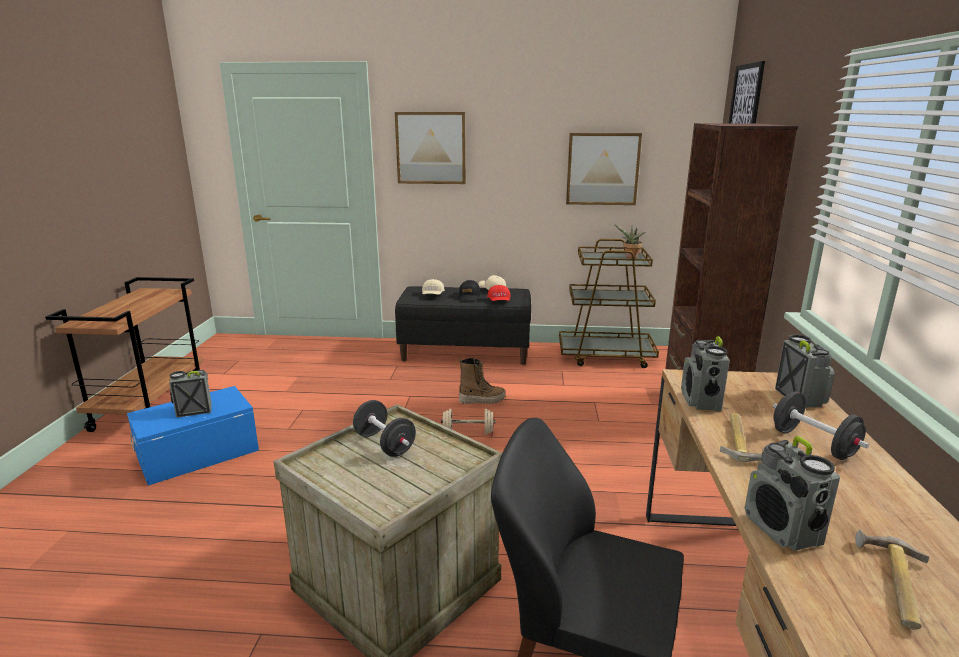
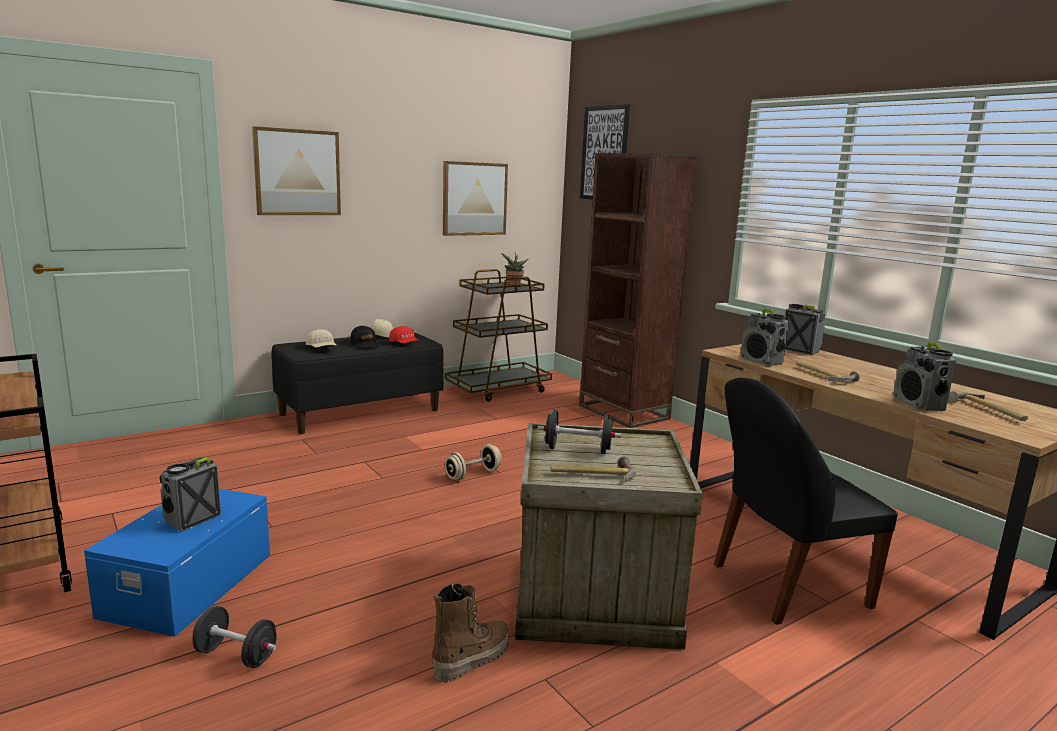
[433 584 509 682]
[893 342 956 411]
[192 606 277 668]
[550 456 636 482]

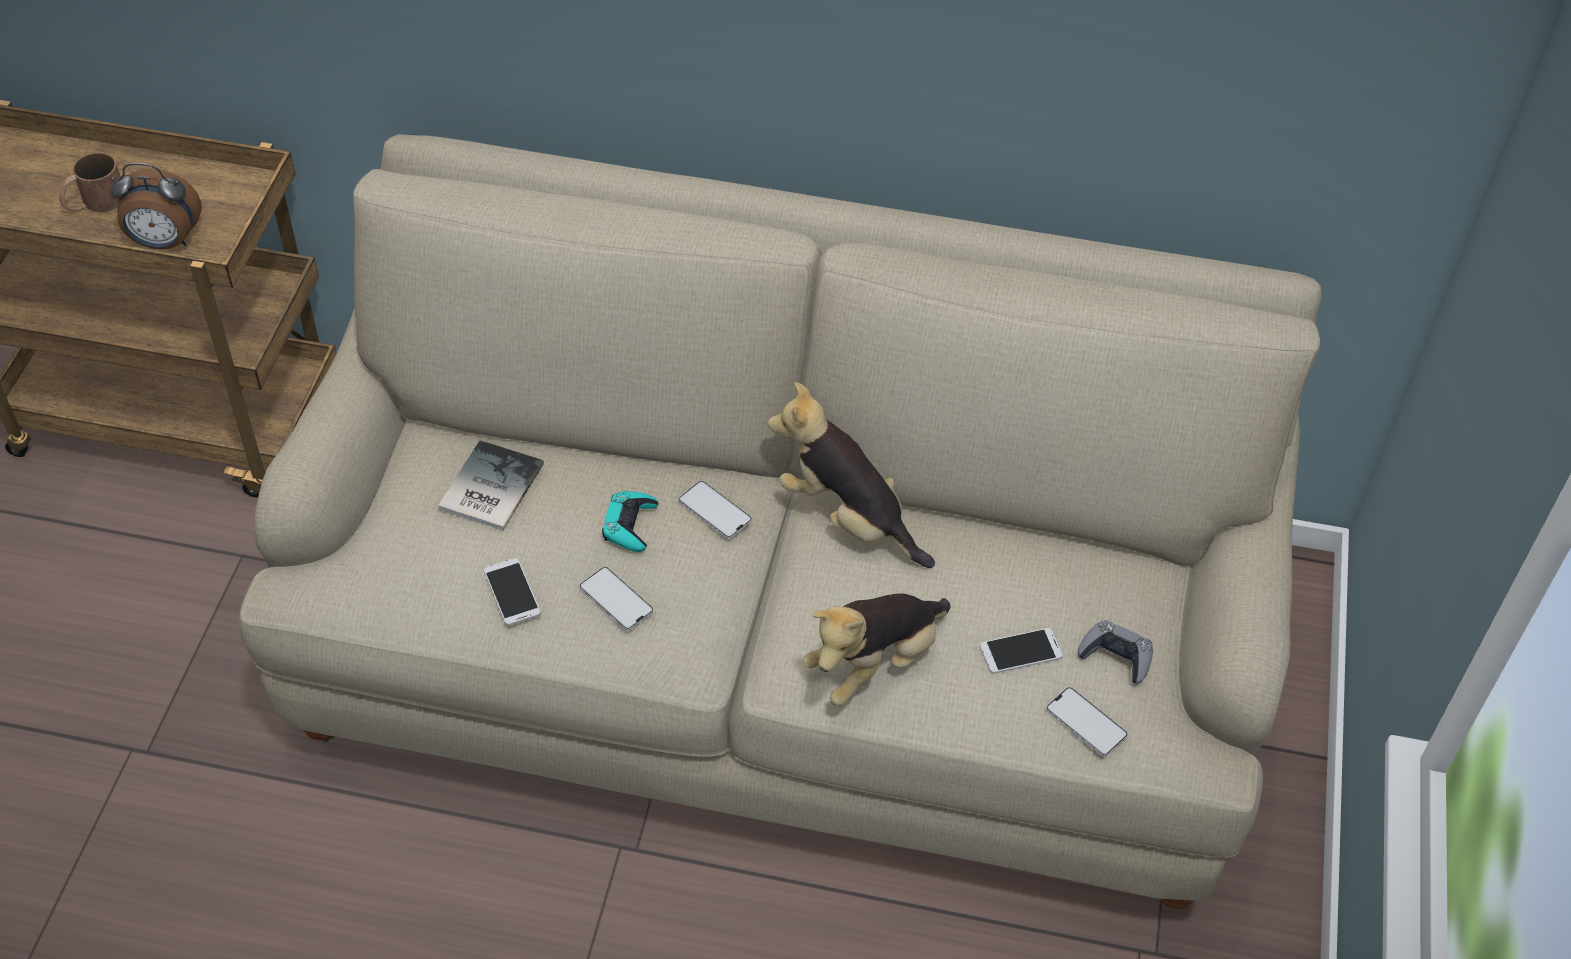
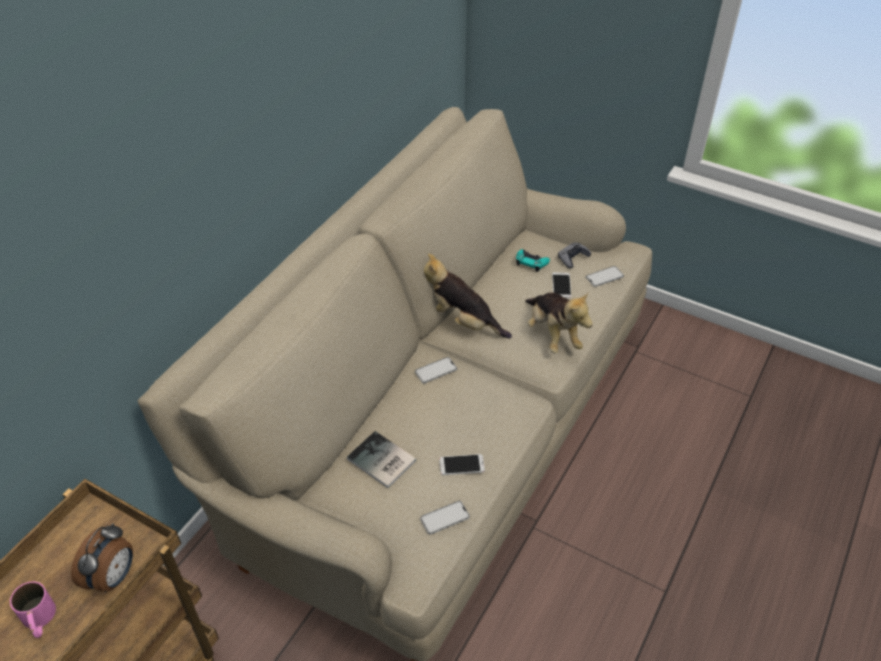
[10 581 56 638]
[420 501 470 535]
[516 249 550 272]
[424 254 512 339]

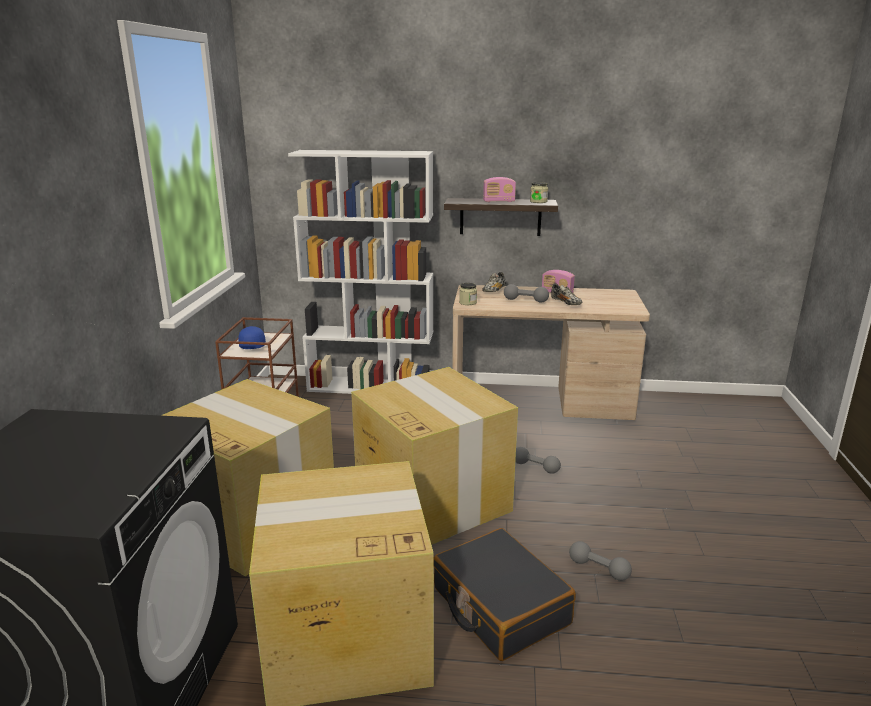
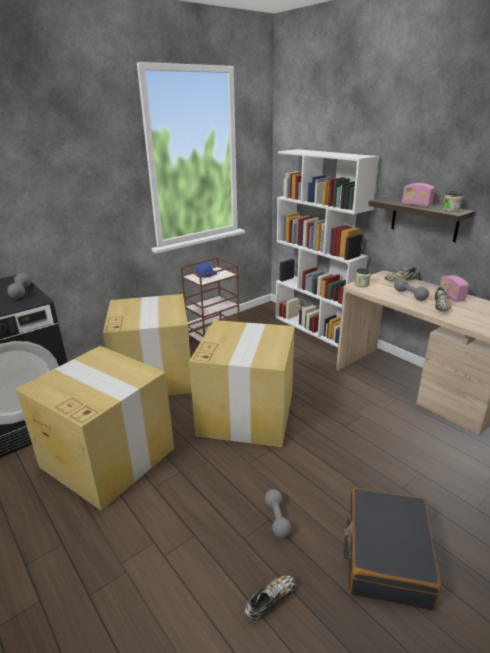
[344 488 441 611]
[7 273 31 299]
[245 575 296 621]

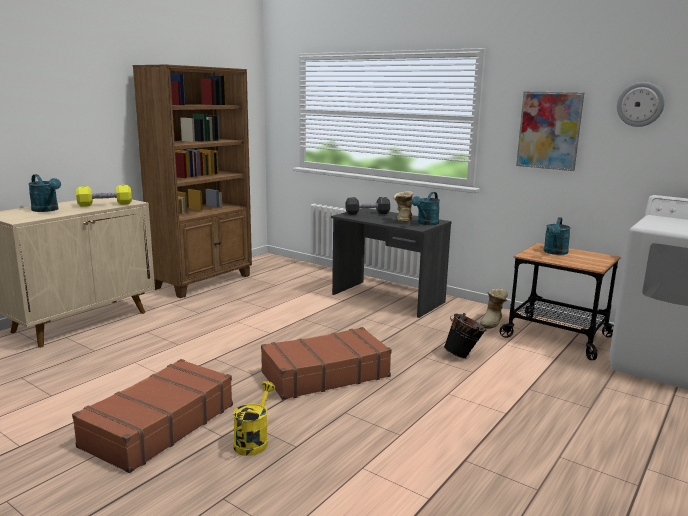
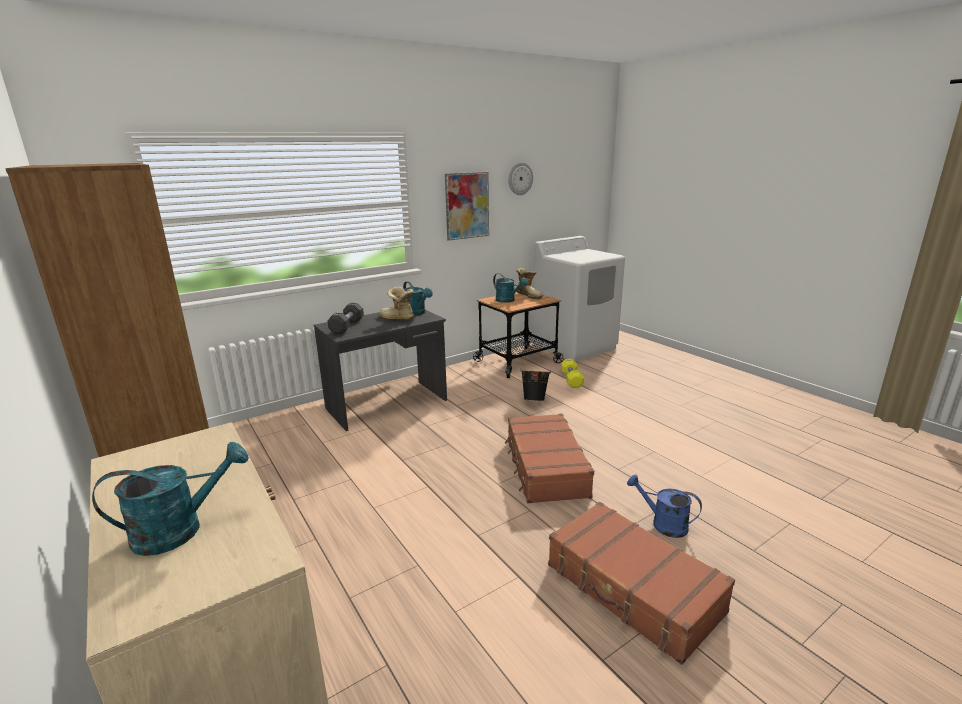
[561 359 584 388]
[627 474 702 538]
[516 268 543 299]

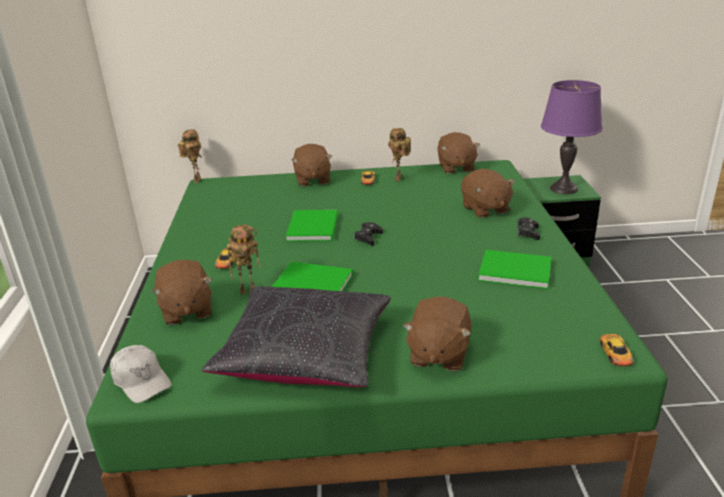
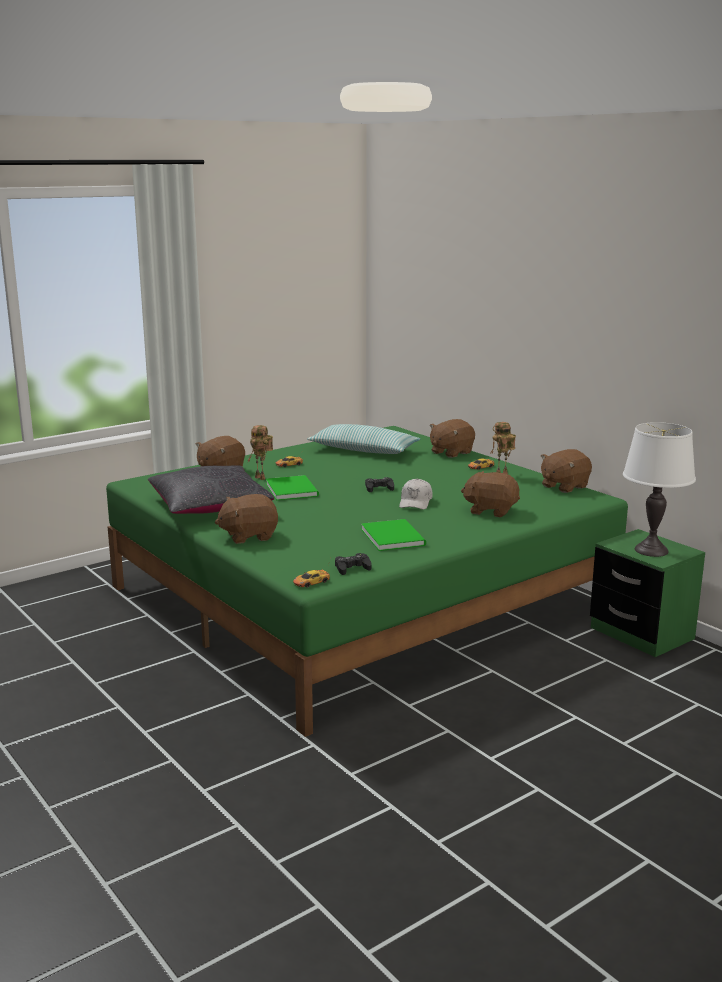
[399 478 433 509]
[178 129 201 183] (first image)
[286 210 338 241] (first image)
[461 471 520 517]
[335 553 372 575]
[623 422 696 557]
[307 424 420 454]

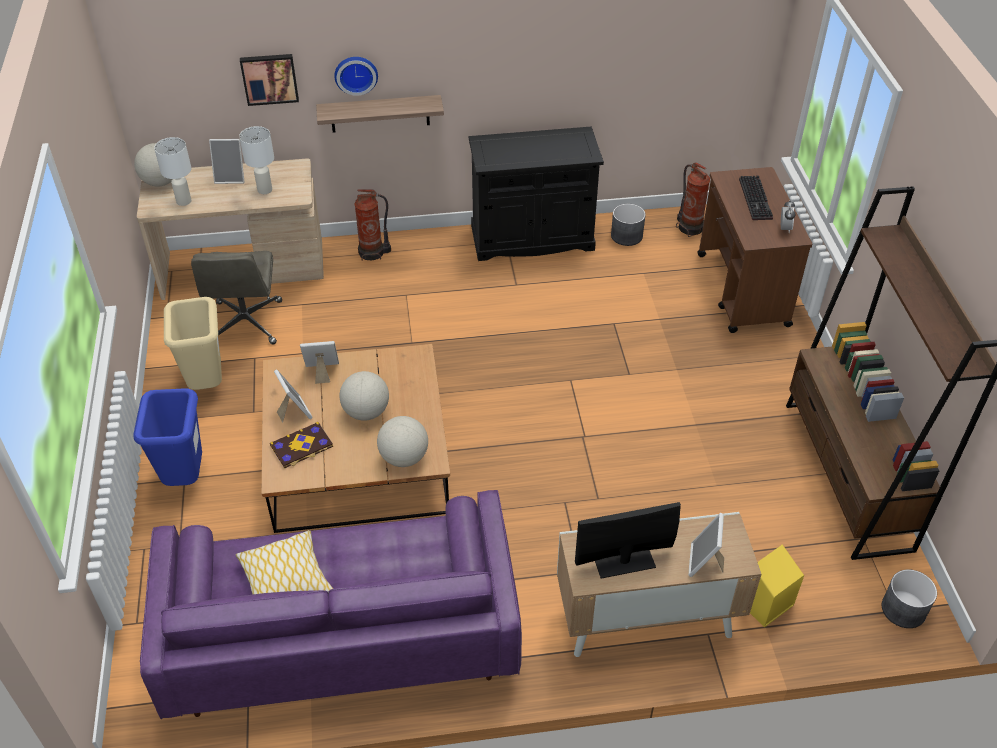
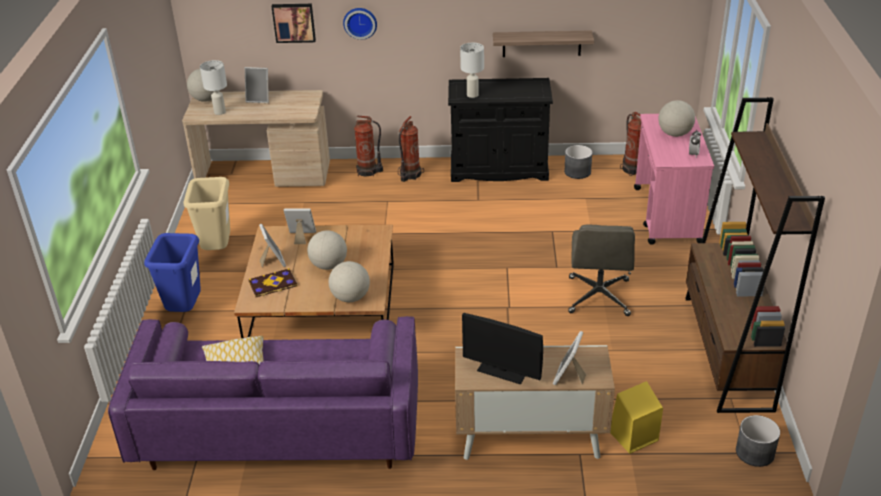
[568 225 635 316]
[460 43 484 98]
[493 30 594 57]
[462 313 543 385]
[634 114 714 245]
[658 100 695 137]
[398 116 424 182]

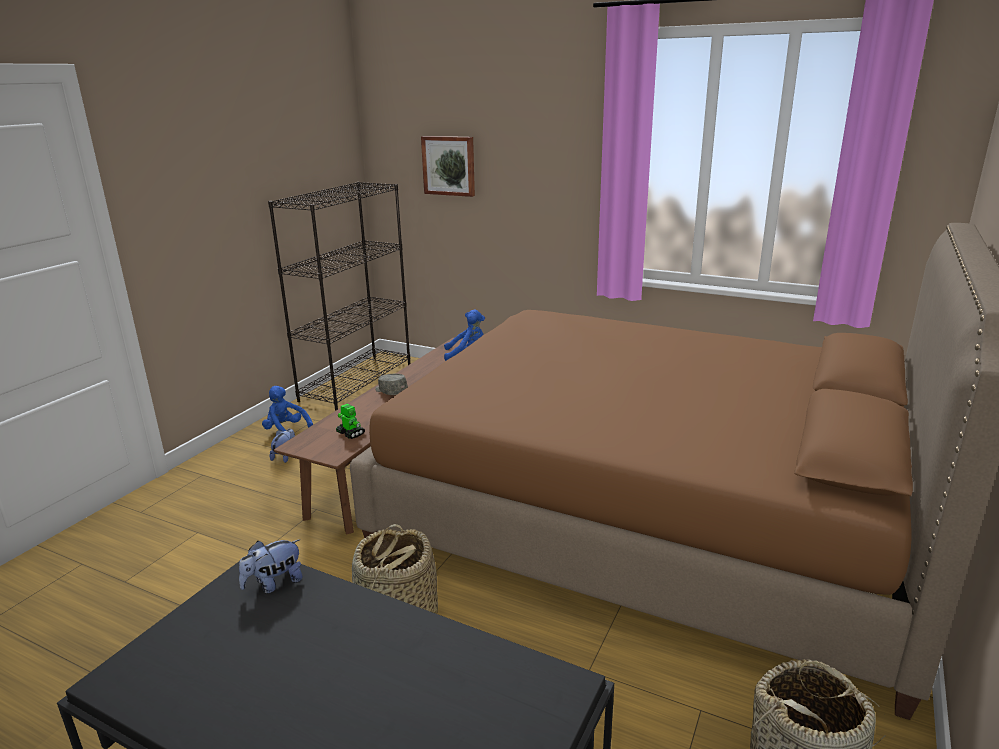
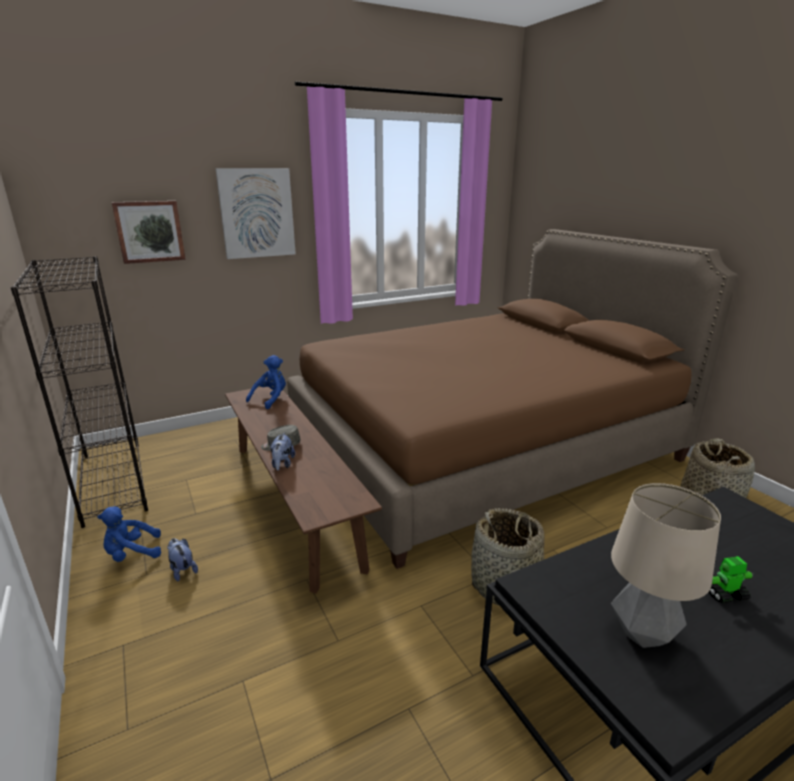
[270 432 295 471]
[708 556 753 603]
[215 168 296 259]
[611 483 721 648]

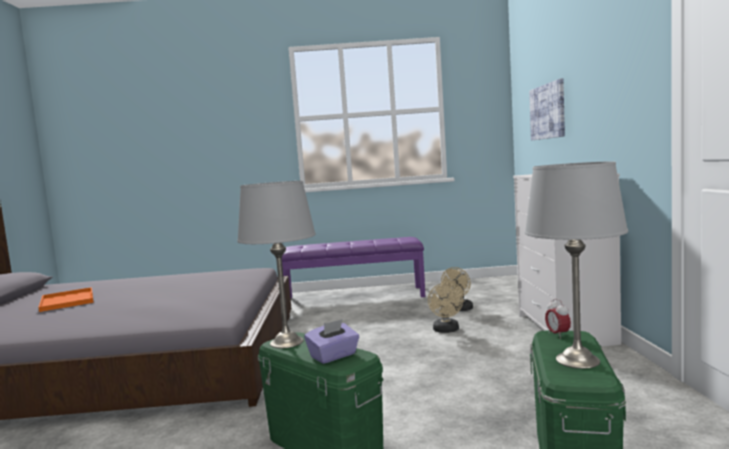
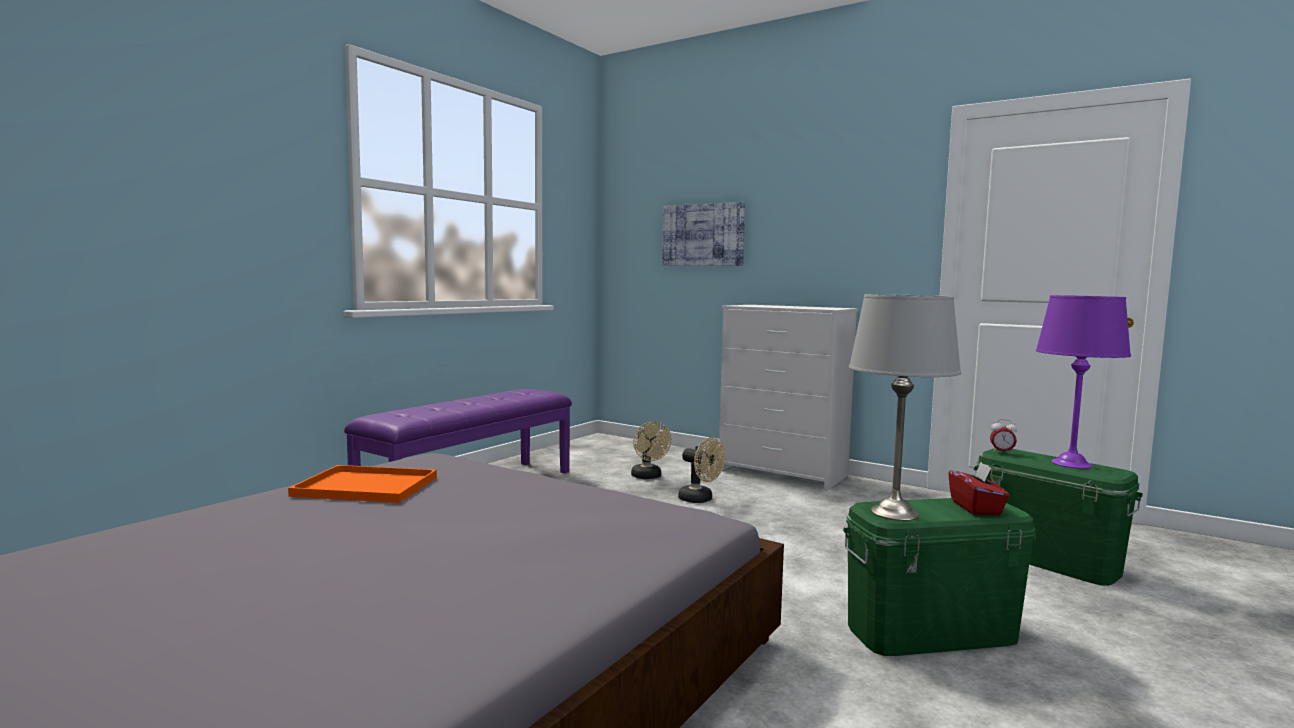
[288 465 437 503]
[948 462 1010 515]
[1036 295 1131 469]

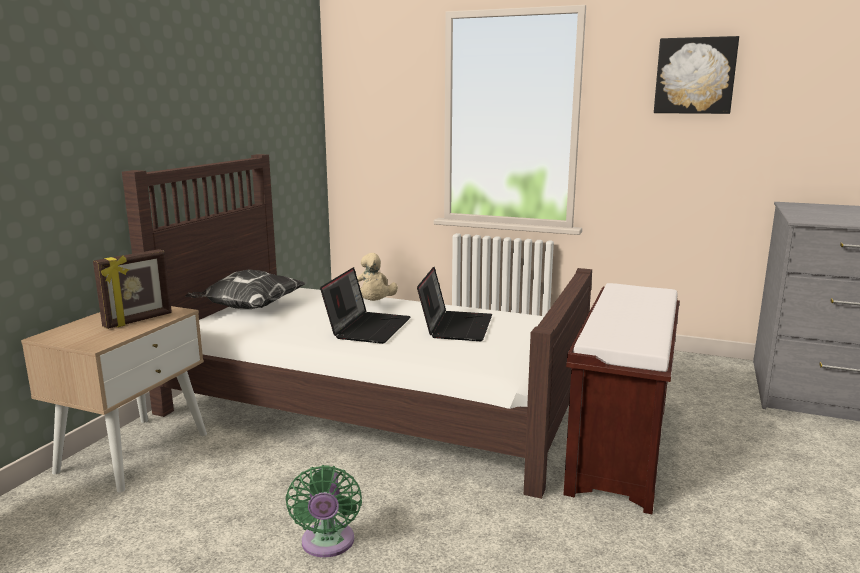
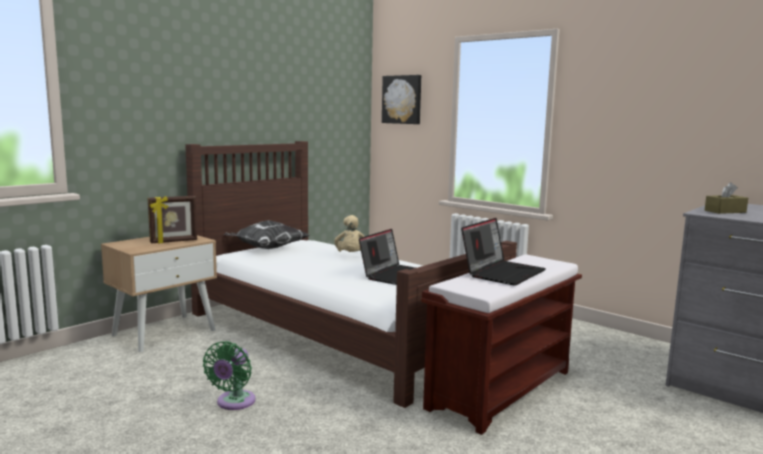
[461 218 546 286]
[382 75 421 124]
[705 182 748 214]

